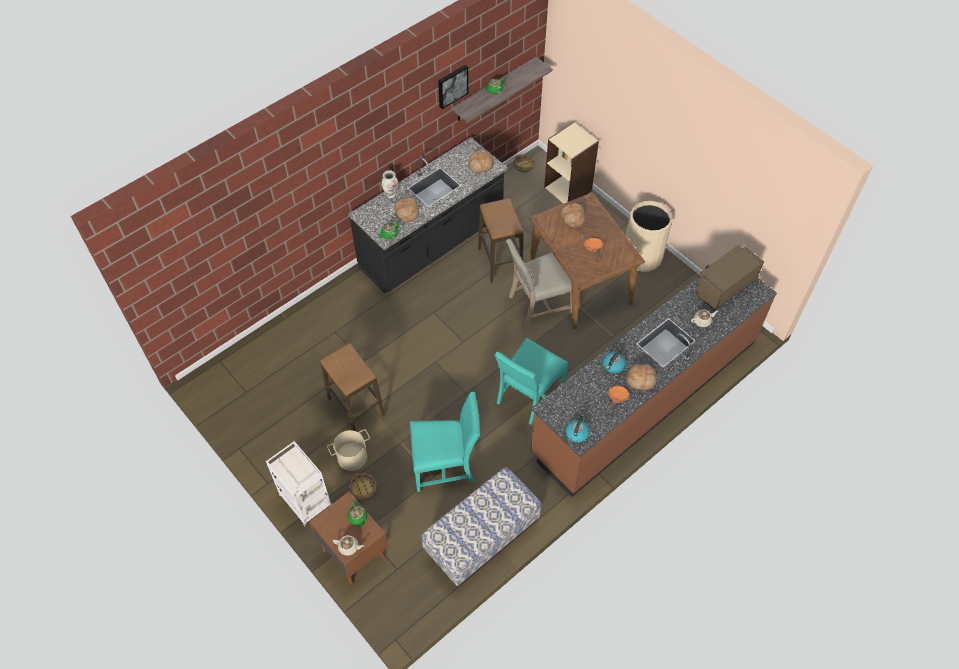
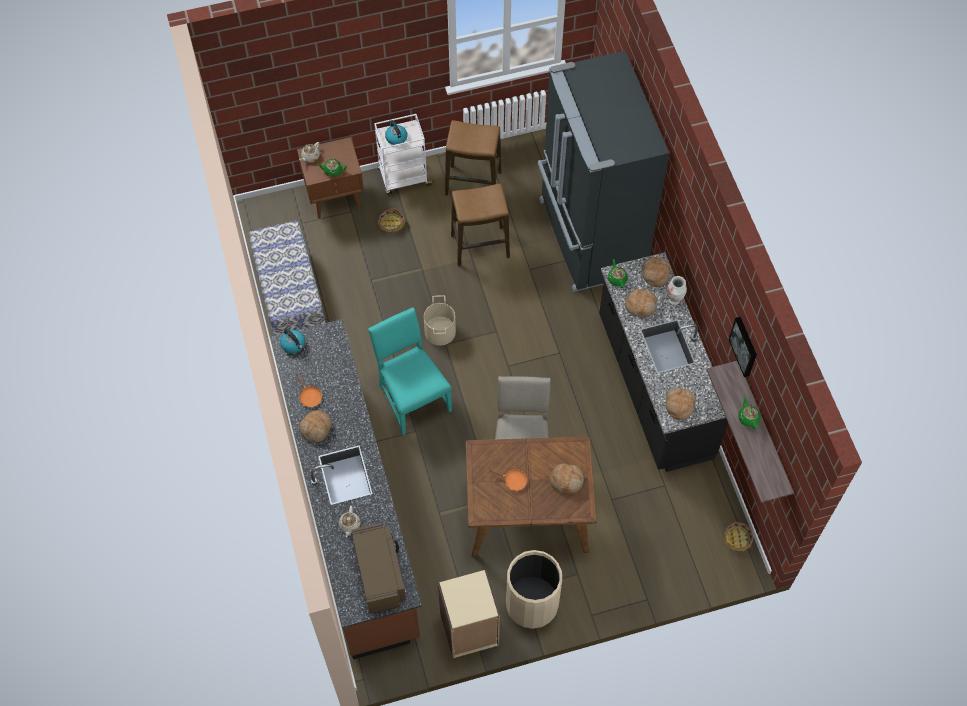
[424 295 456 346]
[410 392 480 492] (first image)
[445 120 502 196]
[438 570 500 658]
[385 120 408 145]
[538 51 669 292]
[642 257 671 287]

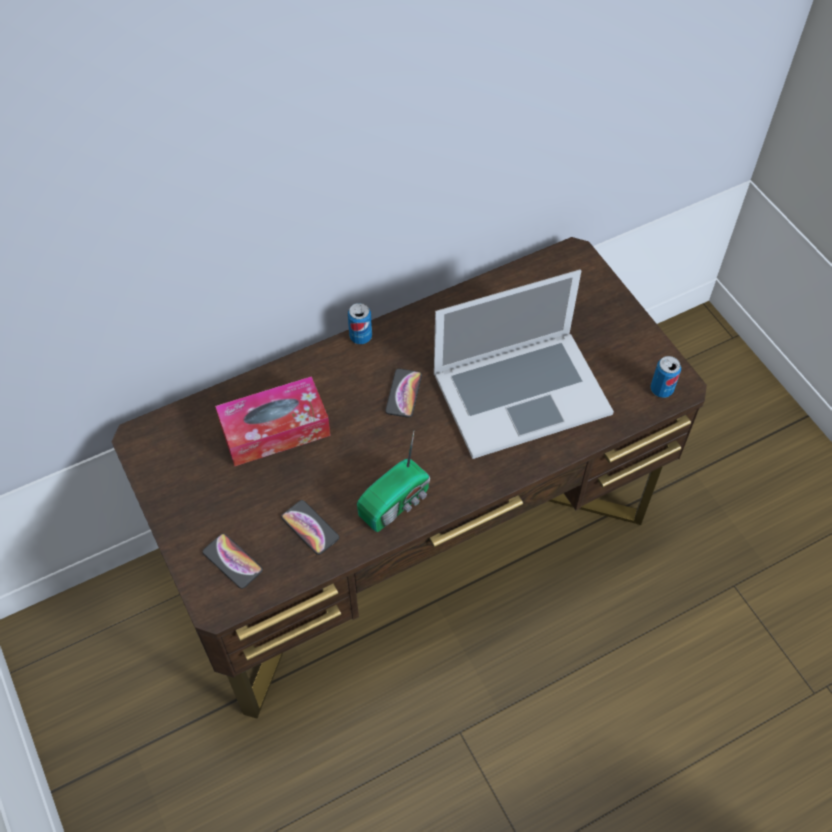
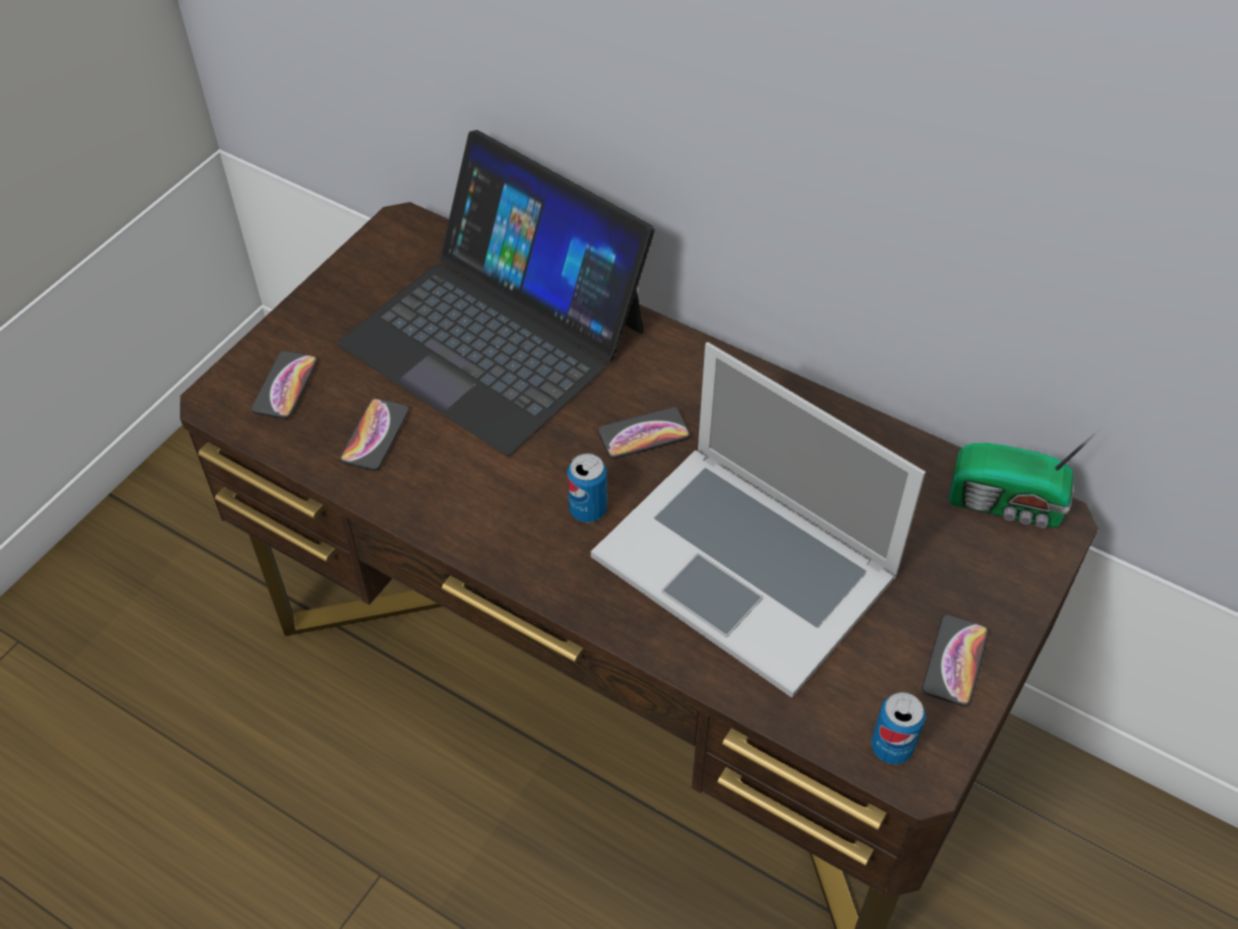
[338 130 655 456]
[567 453 607 523]
[949 428 1102 528]
[922 615 989 707]

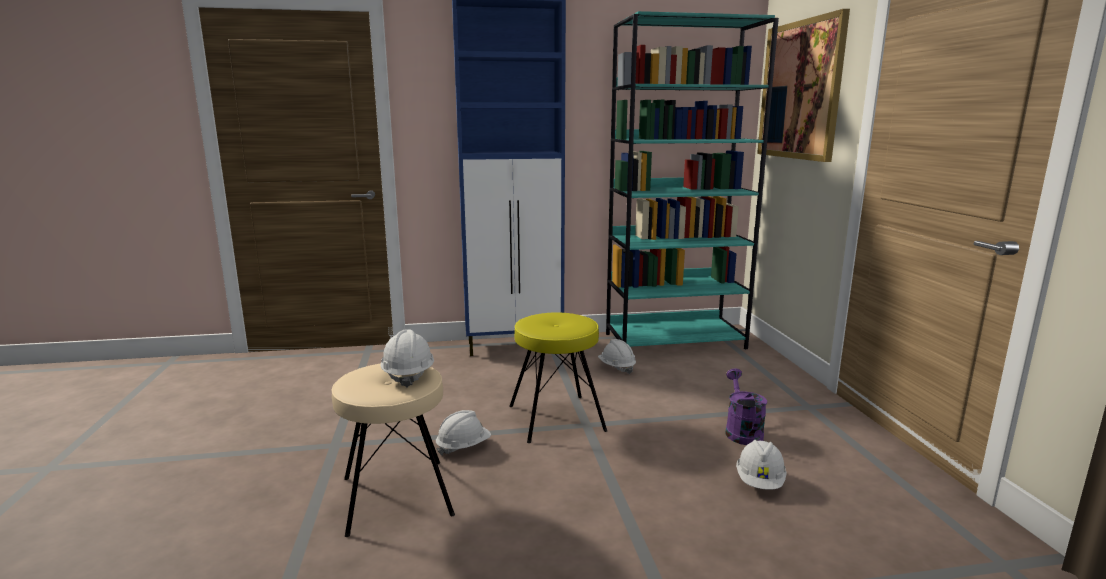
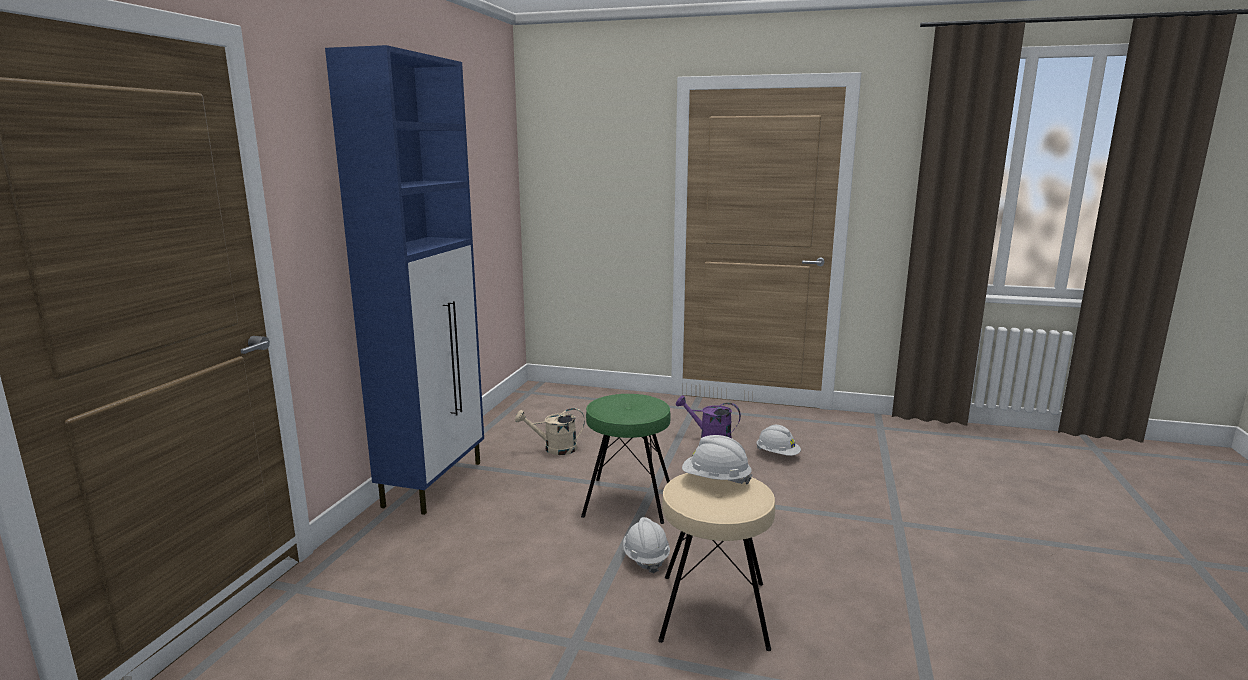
[581 394 671 524]
[515 408 585 455]
[606 11 779 349] (first image)
[757 9 850 162] (first image)

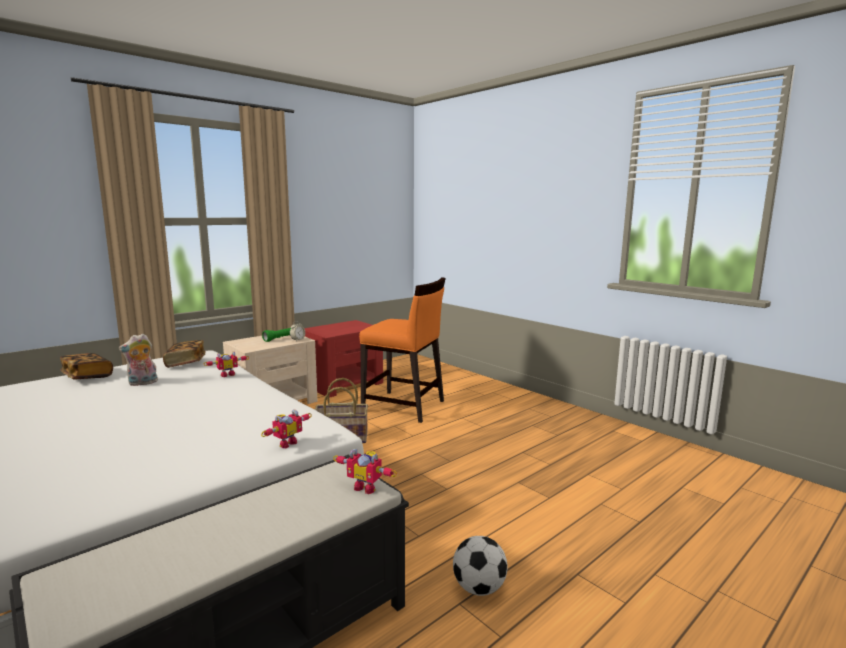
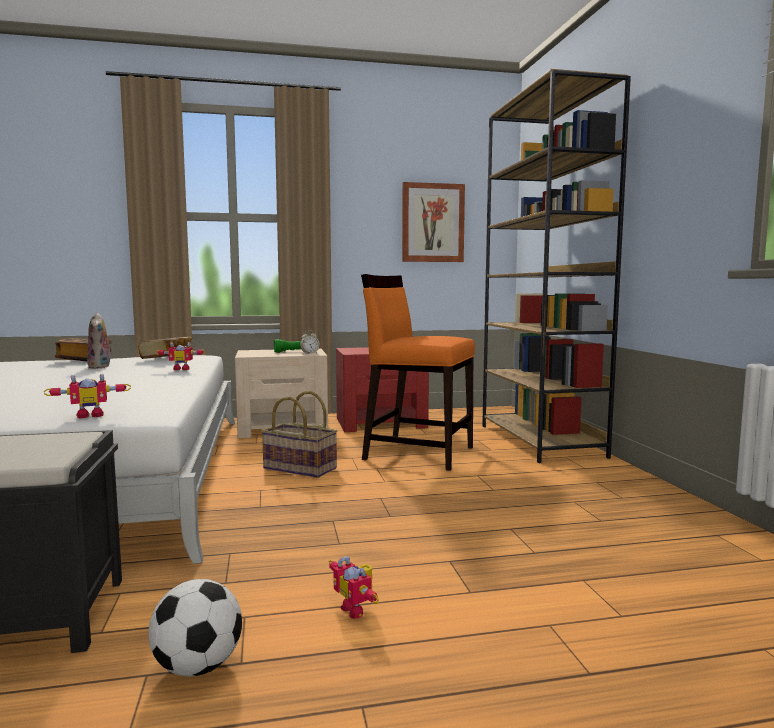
[87 313 113 369]
[329 556 379 619]
[361 274 475 471]
[402 182 465 262]
[482 69 631 463]

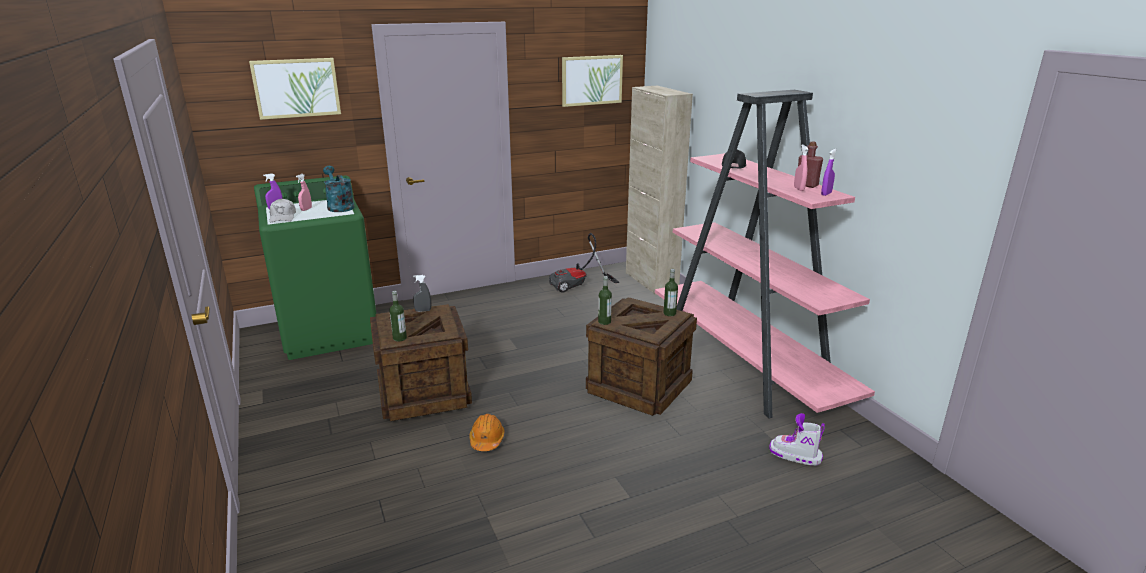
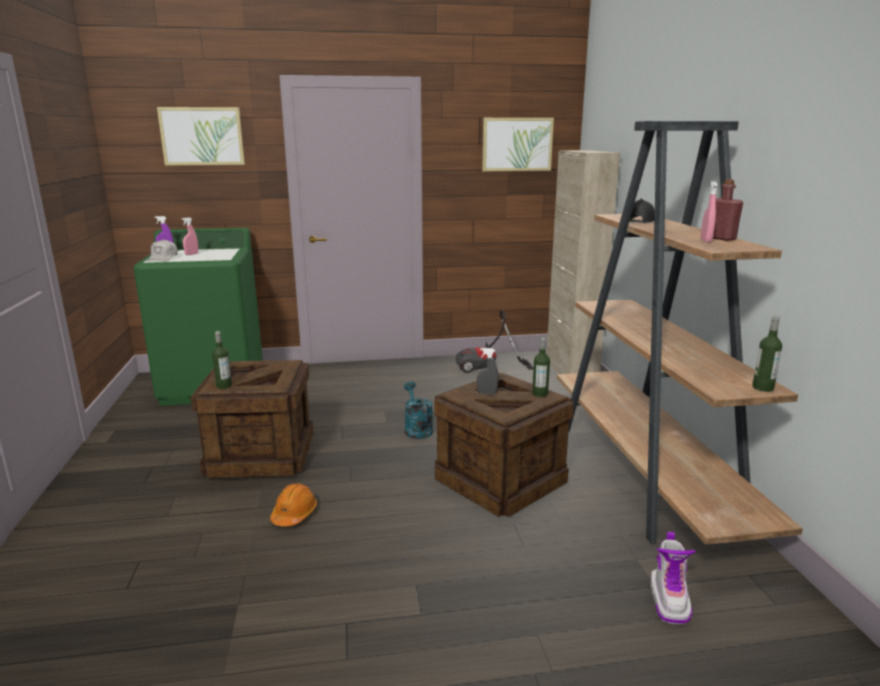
[404 381 433 439]
[477 348 498 394]
[752 316 782 392]
[557 121 803 545]
[651 532 696 625]
[821 149 837 196] (first image)

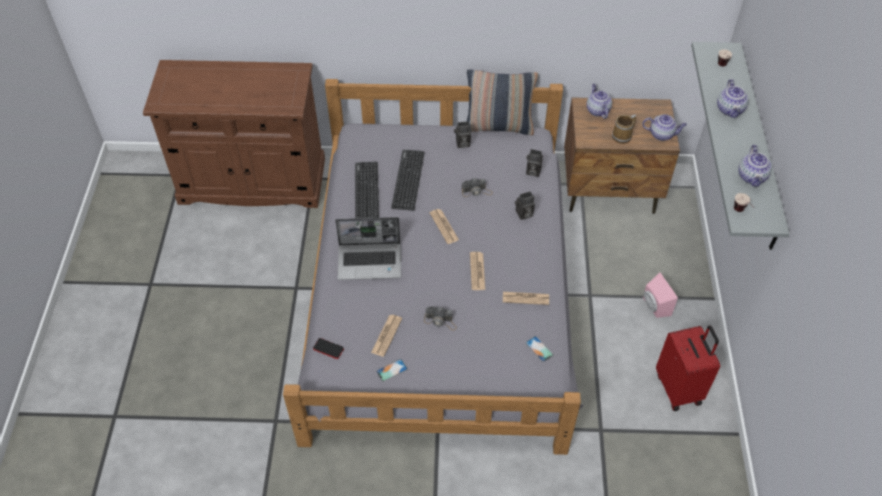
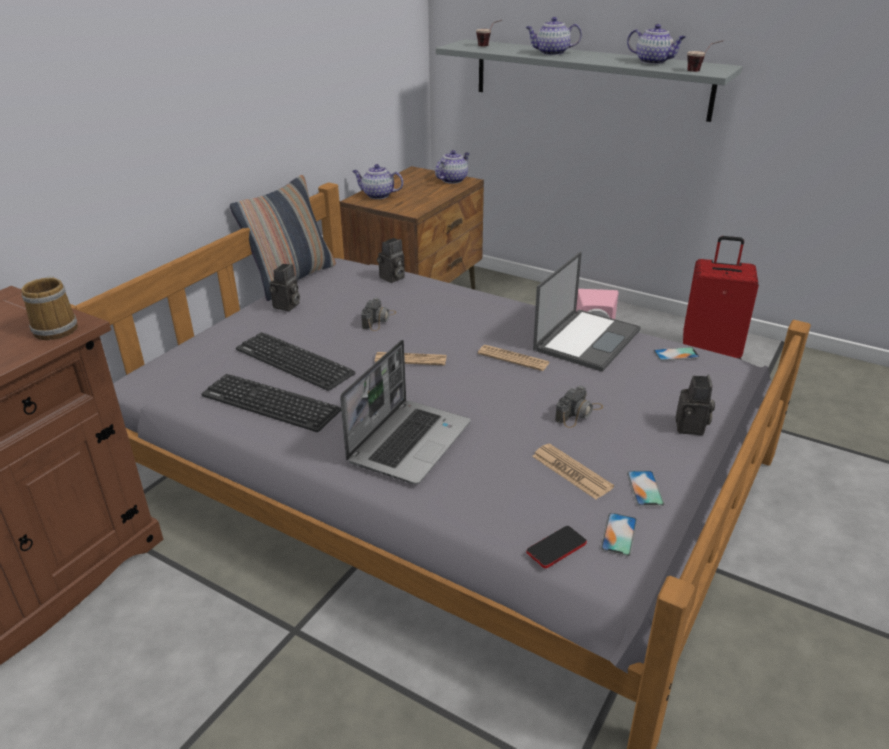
[533 251 641 372]
[675 375 715 435]
[21 275 78 340]
[526 17 582 55]
[600 513 637 556]

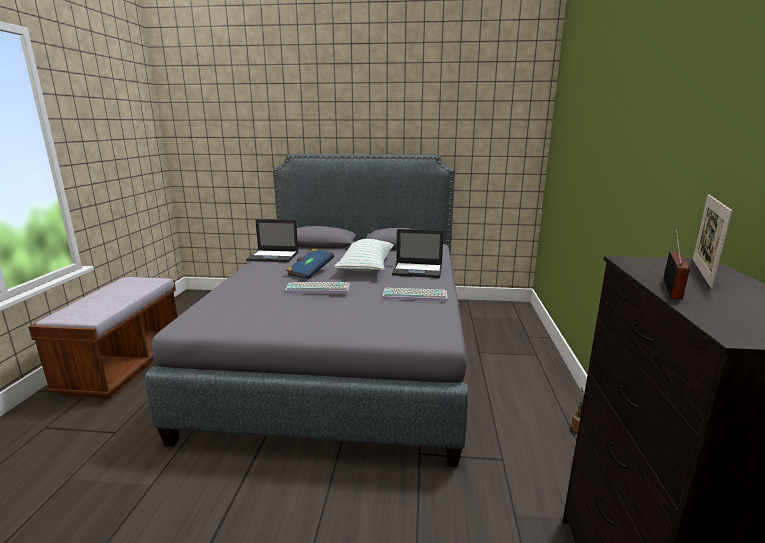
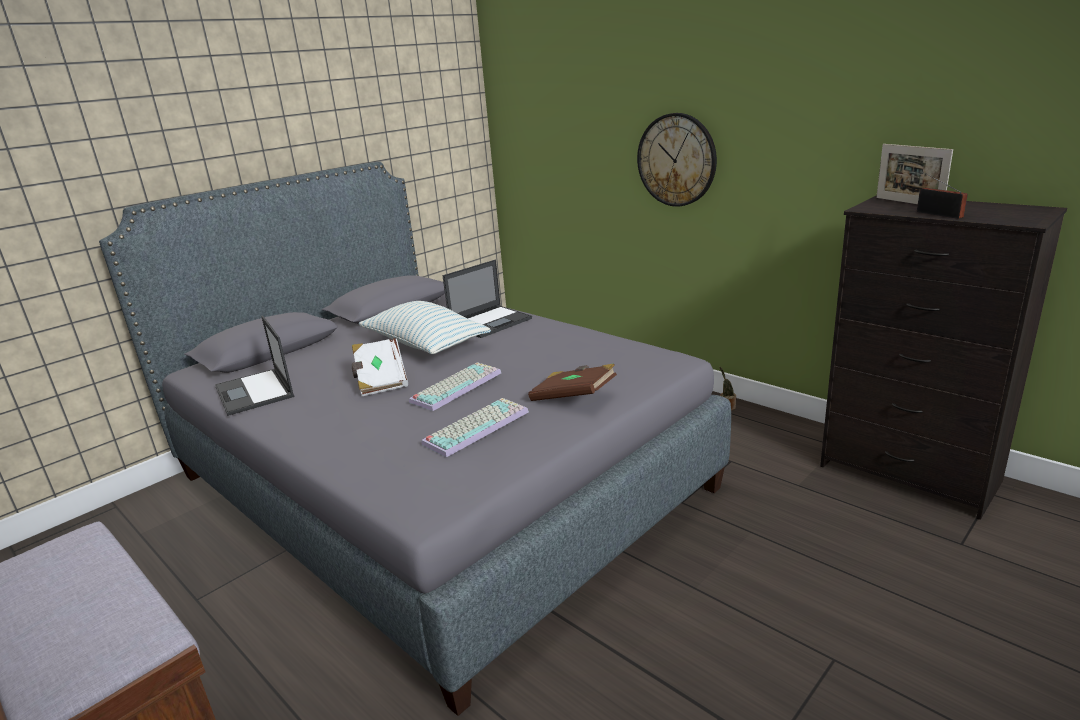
[215 316 295 416]
[352 338 408 396]
[421 398 529 457]
[528 364 617 401]
[637 113 717 207]

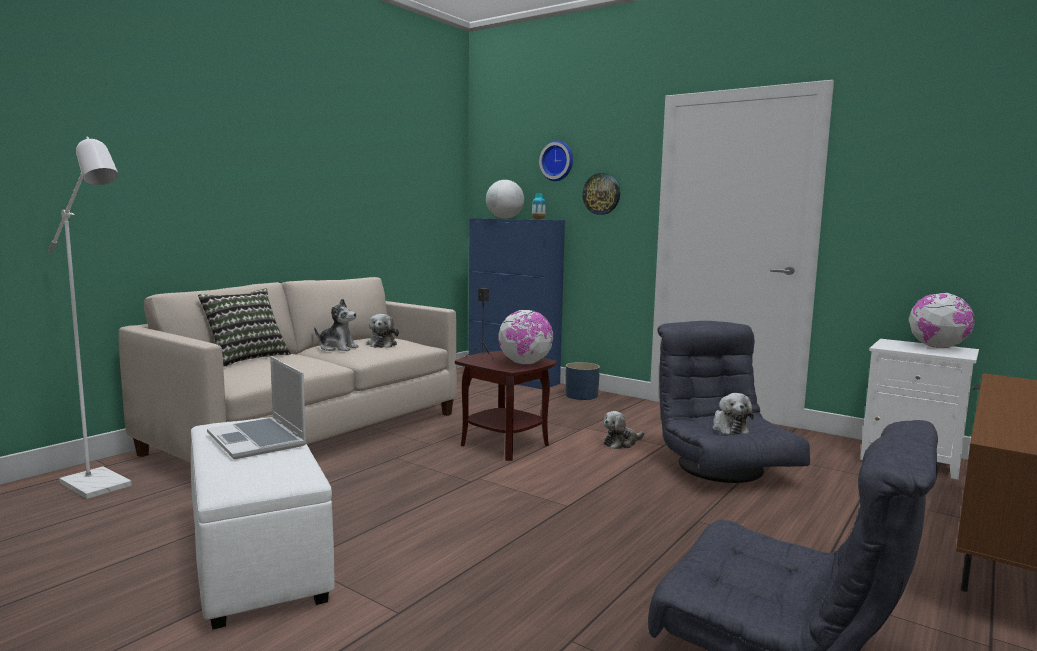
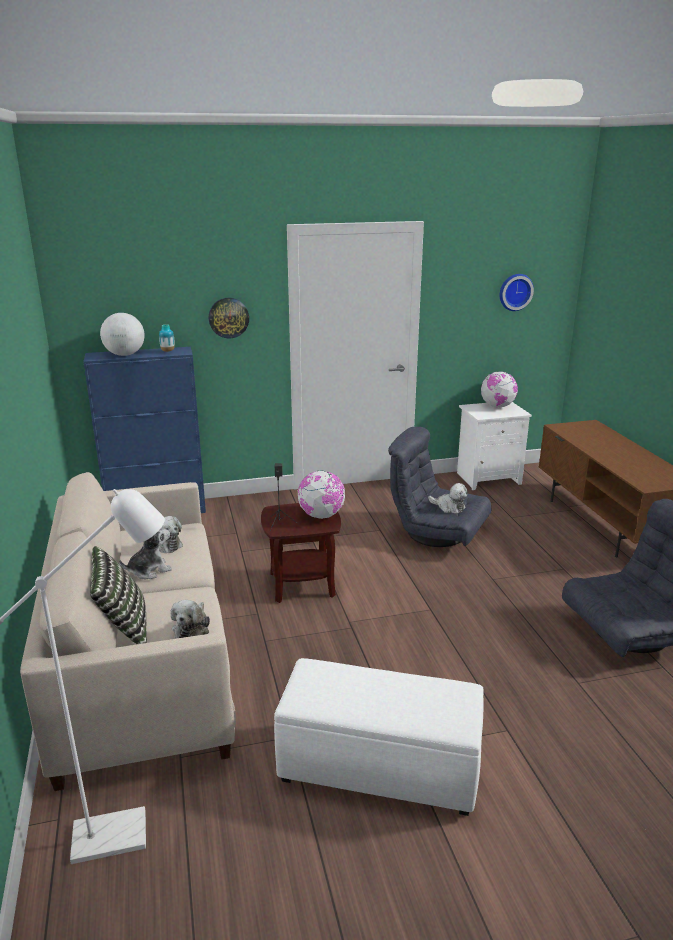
[207 356 306 460] (first image)
[500 274 534 311]
[565 362 600 400] (first image)
[170 600 210 639]

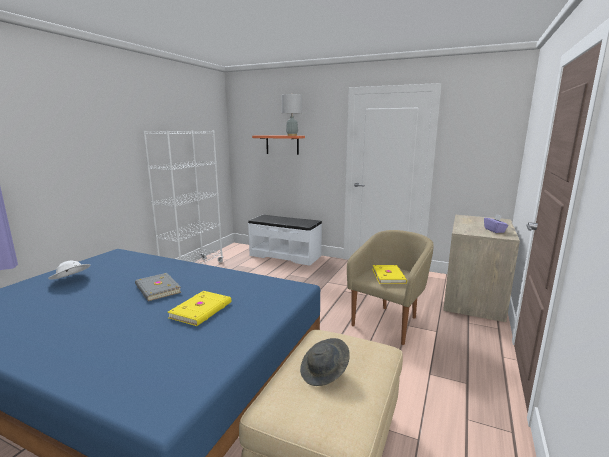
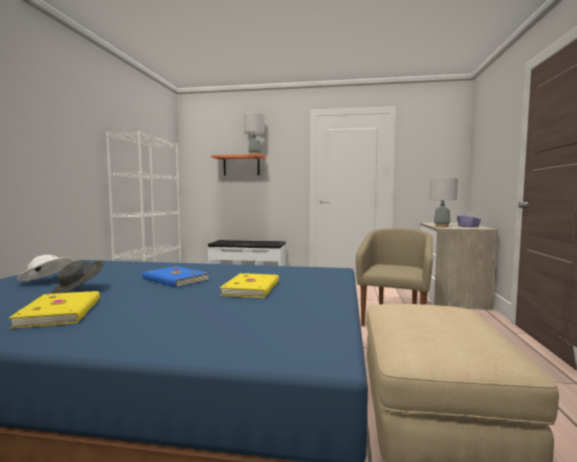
[142 266 209 288]
[51 260 104 294]
[9 291 100 329]
[429 176 458 227]

